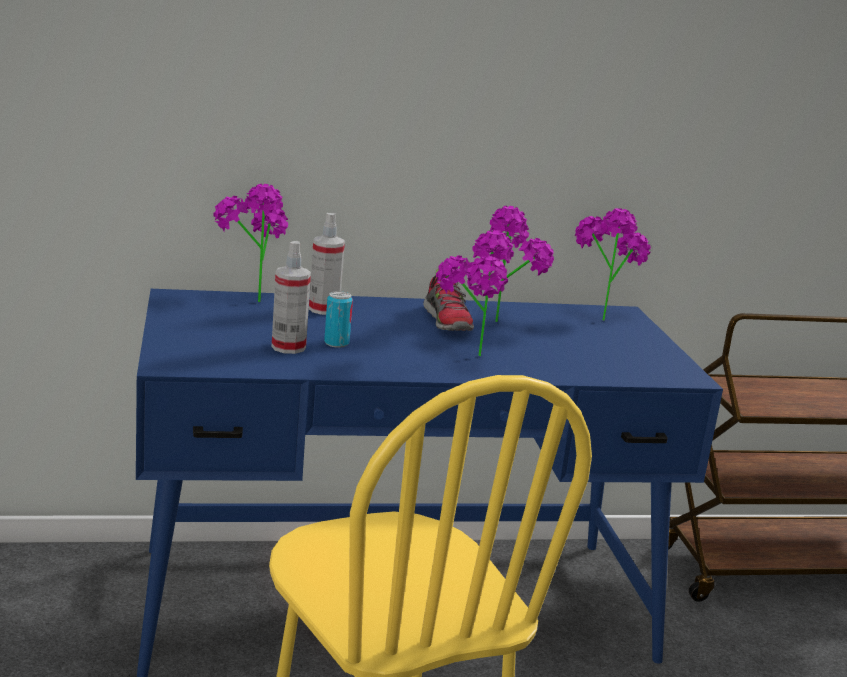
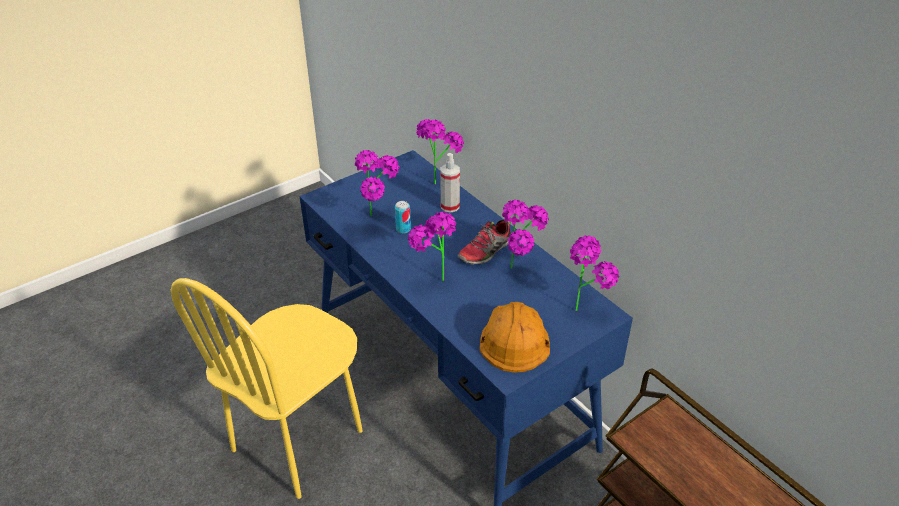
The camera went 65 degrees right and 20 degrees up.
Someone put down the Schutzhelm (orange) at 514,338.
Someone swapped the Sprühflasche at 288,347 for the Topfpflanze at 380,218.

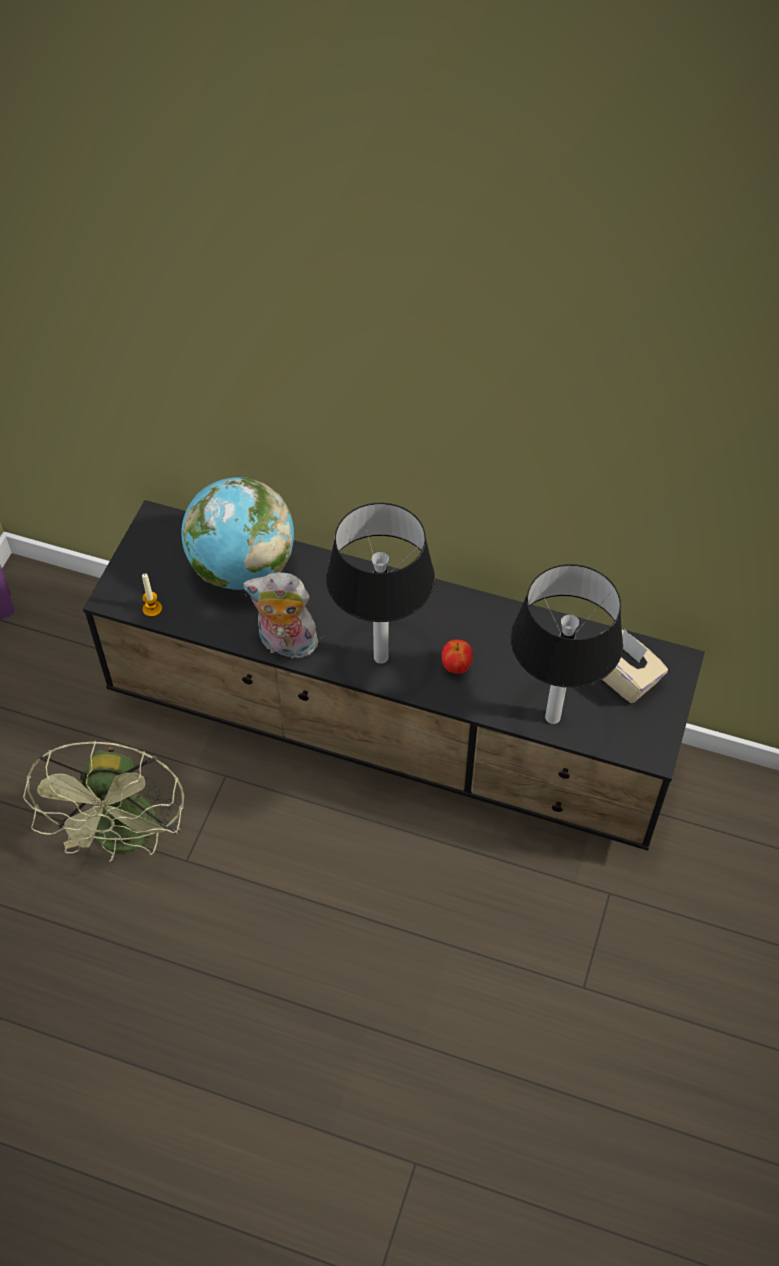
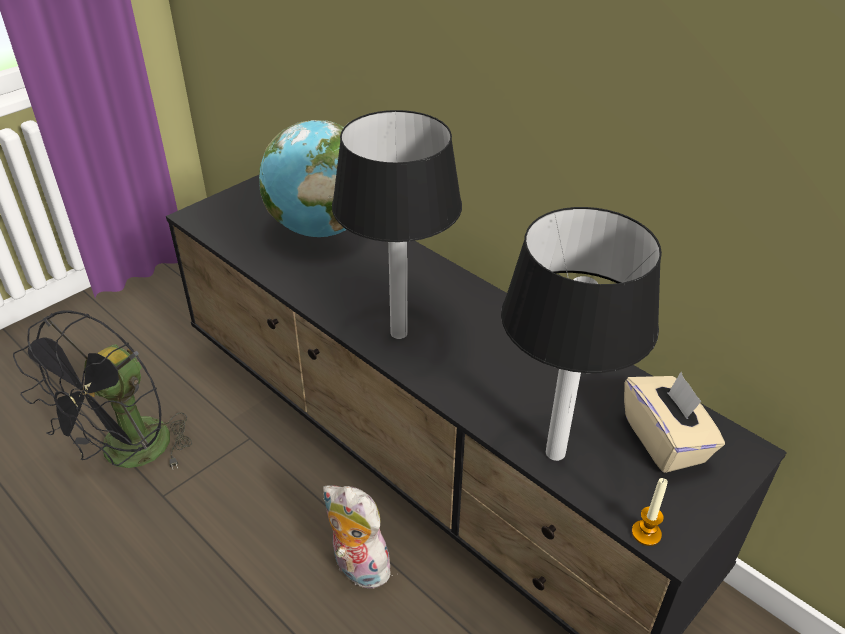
The camera went 25 degrees right and 15 degrees down.
Someone took away the Apfel at 456,667.
Someone carried the Kerze from 152,609 to 646,533.
Someone carried the Plüschtier from 285,645 to 357,568.
Someone repainted the Ventilator (grün) at 126,838, which became the Ventilator (schwarz) at 128,456.

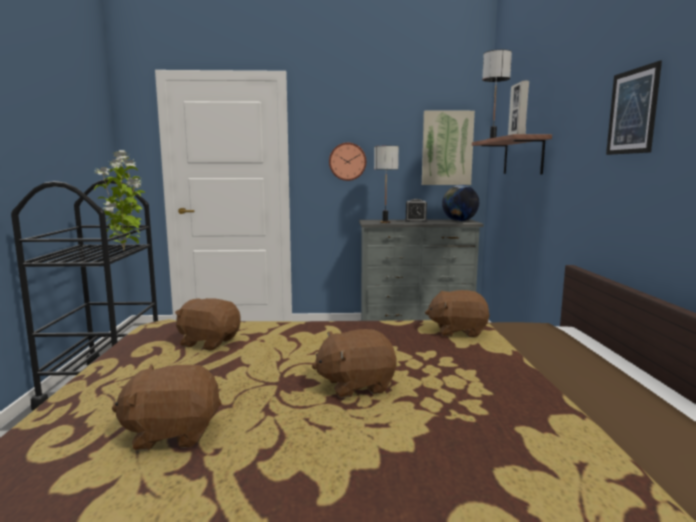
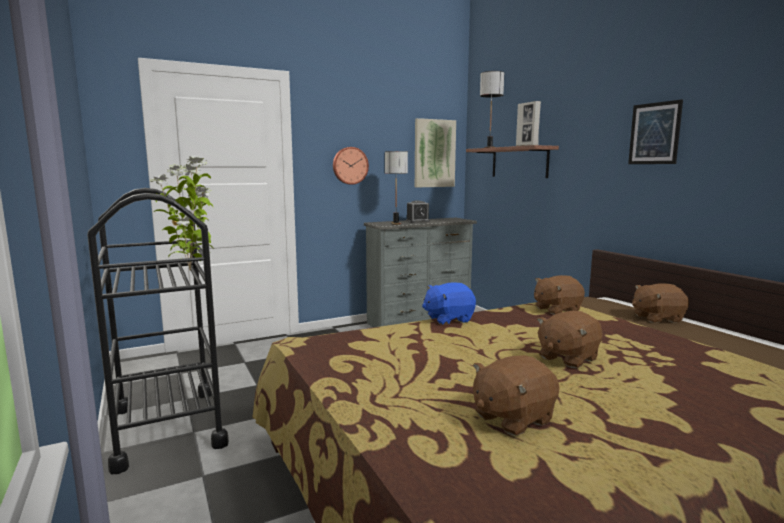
The camera went 25 degrees left and 0 degrees up.
Someone took away the Globus at 459,221.
Someone put down the Plüschtier (blau) at 448,319.
Someone carried the Plüschtier (braun) from 209,342 to 656,318.

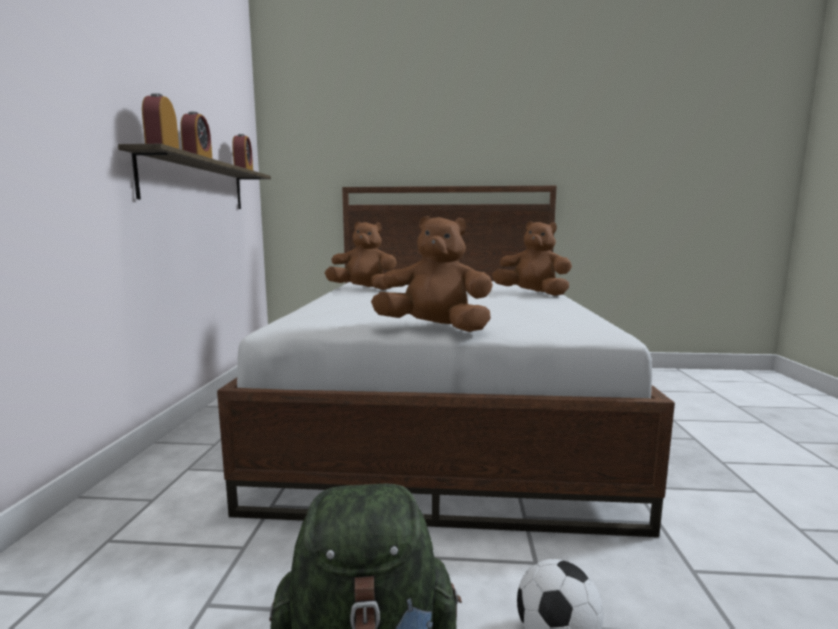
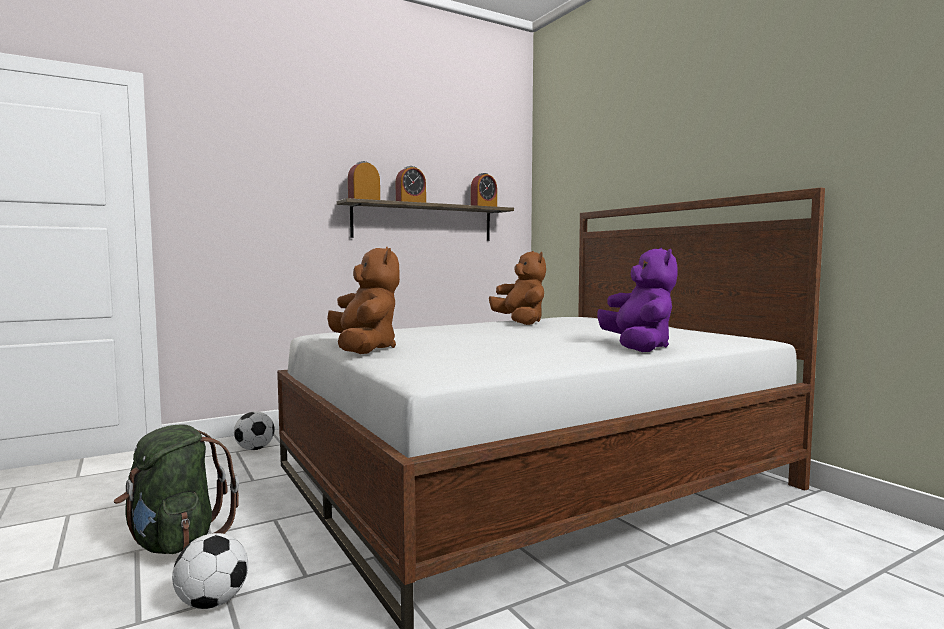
The camera went 55 degrees right and 5 degrees down.
Someone put down the Fußball at 255,449.
Someone repainted the Plüschtier (braun) at 532,294, which became the Plüschtier (lila) at 638,347.

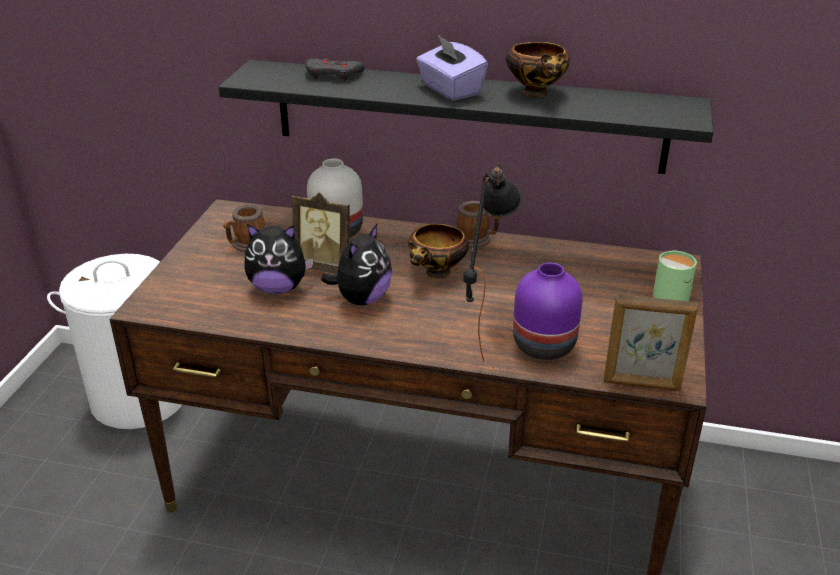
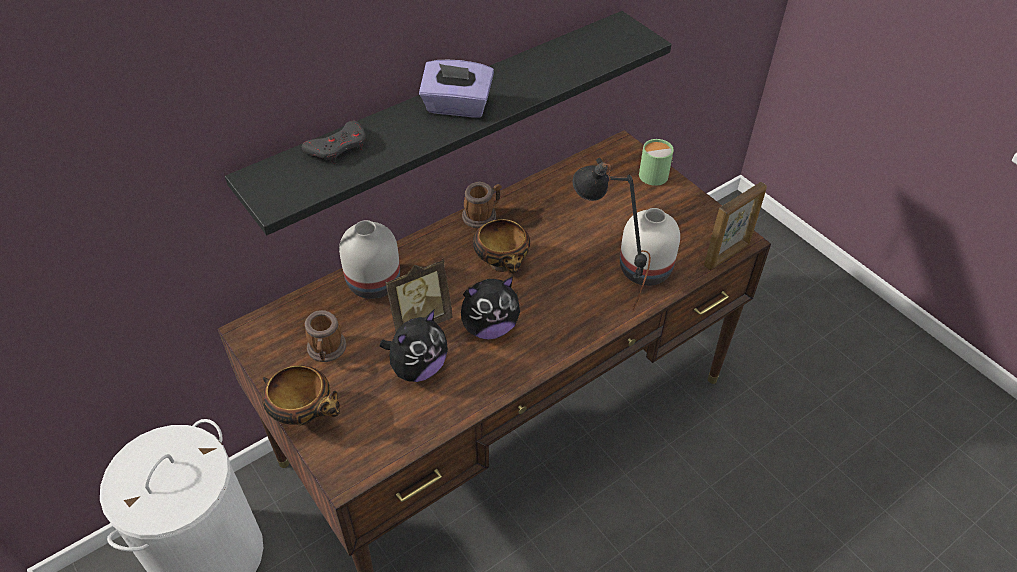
The camera went 50 degrees left and 15 degrees up.
Someone carried the Schüssel from 536,94 to 305,415.
Someone repainted the Vase (lila) at 545,344, which became the Vase (weiß) at 644,269.
Someone rotated the Plüschtier at 362,299 by 90 degrees clockwise.

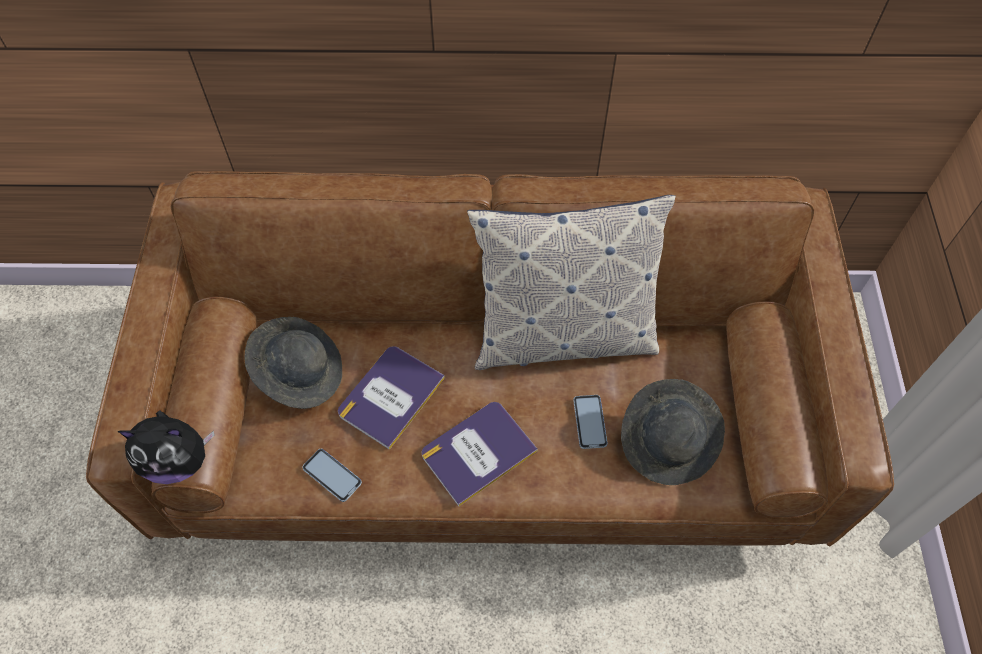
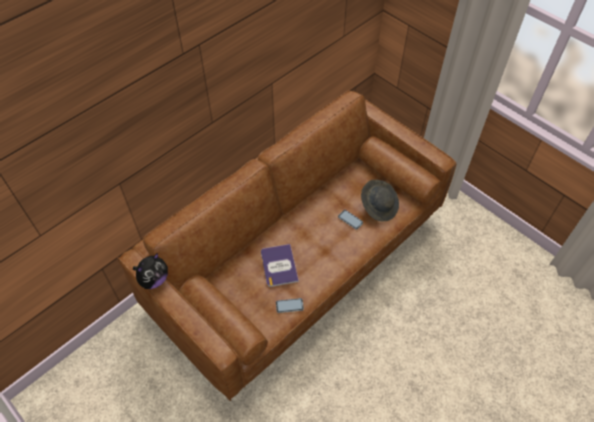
The camera went 45 degrees left and 5 degrees down.
Someone took away the Hut (grau) at 299,372.
Someone took away the Buch at 478,452.
Someone took away the Kissen at 562,335.
Someone carried the Plüschtier from 178,461 to 154,280.

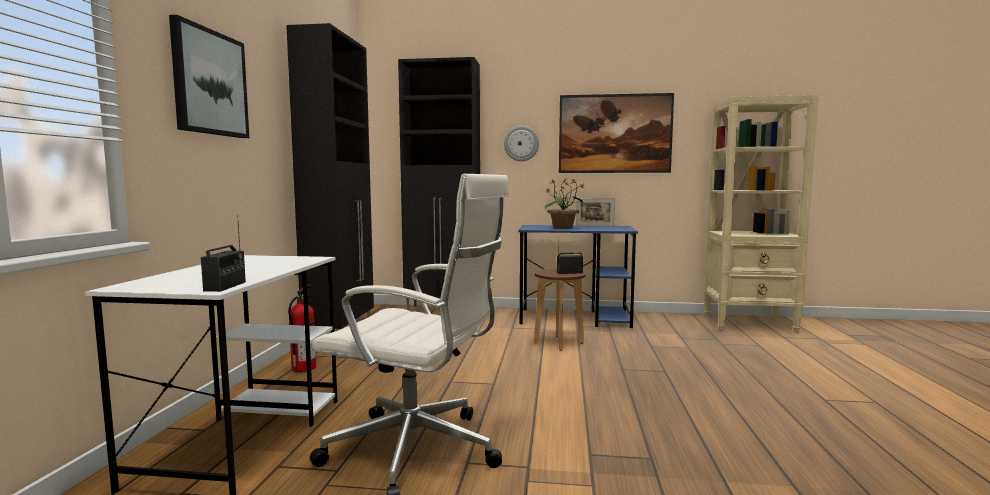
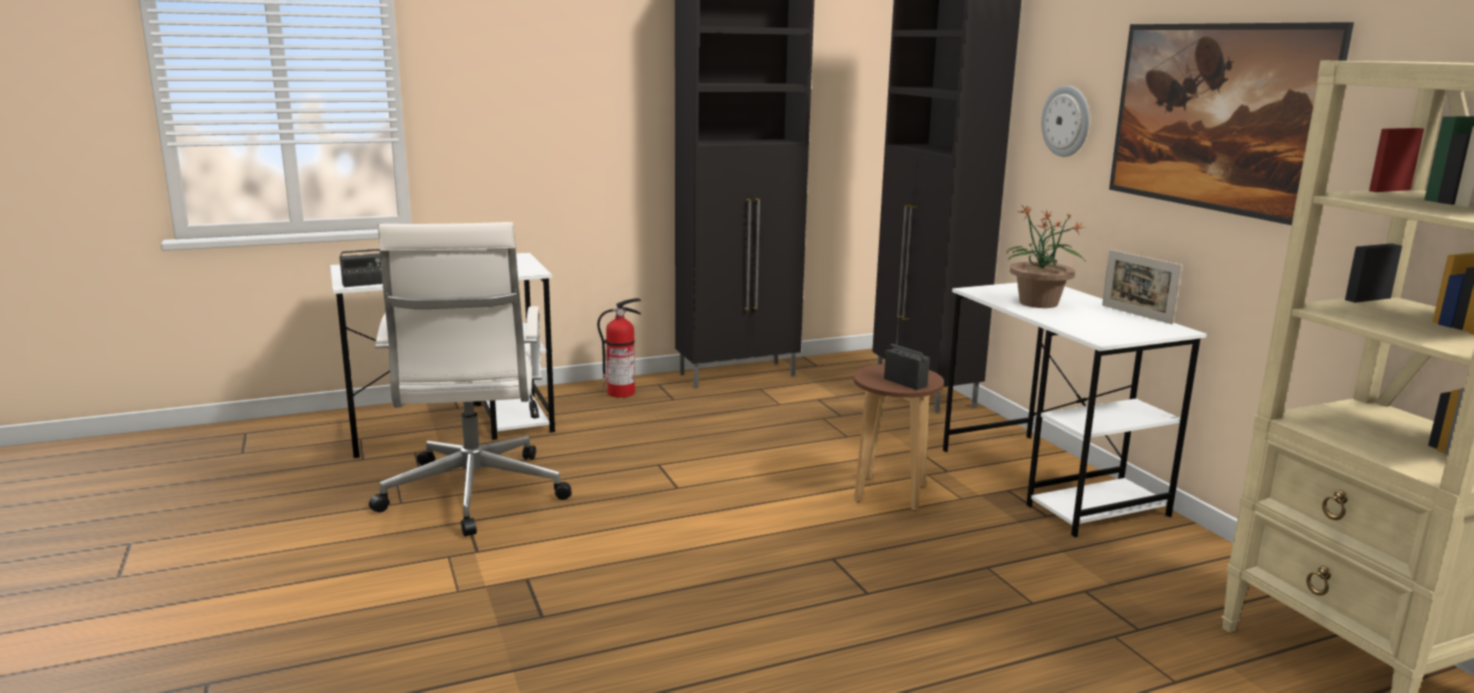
The camera went 60 degrees right and 10 degrees up.
Someone took away the Bild at 209,83.
Someone repainted the Schreibtisch (blau) at 575,318, which became the Schreibtisch (weiß) at 1050,482.

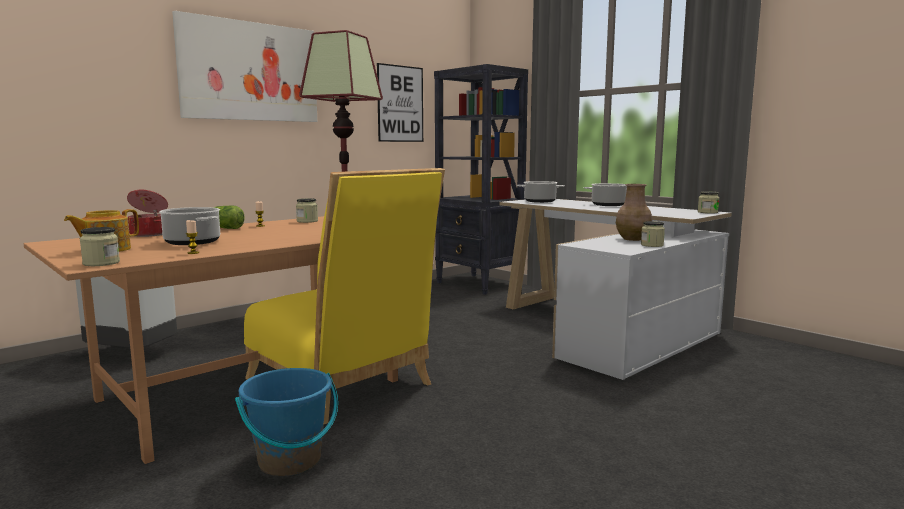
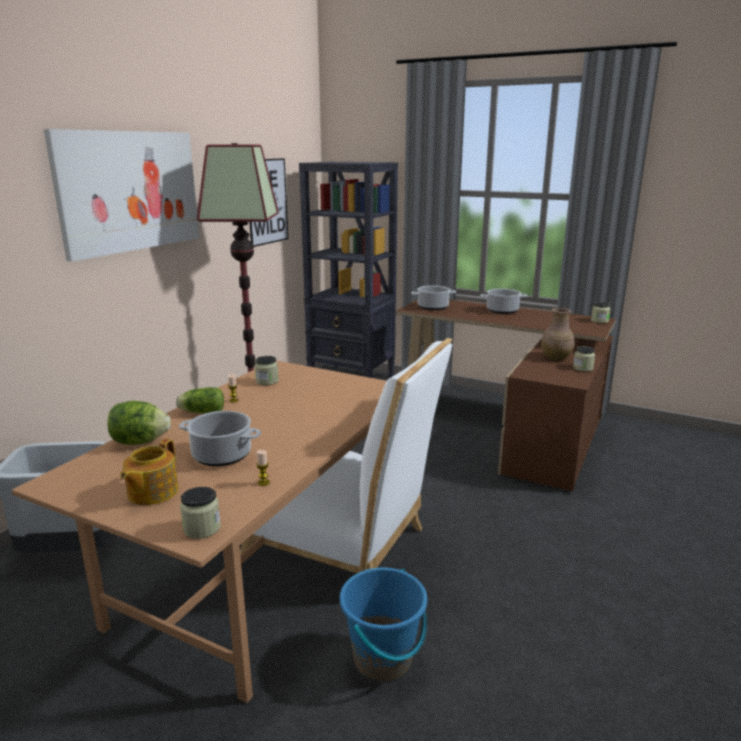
The camera went 20 degrees left and 10 degrees up.
Someone swapped the Kochtopf at 149,234 for the Salatkopf at 140,442.
Someone repainted the Stuhl (gelb) at 344,385, which became the Stuhl (weiß) at 344,547.
Someone repainted the Schreibtisch (weiß) at 605,329, which became the Schreibtisch (braun) at 508,427.

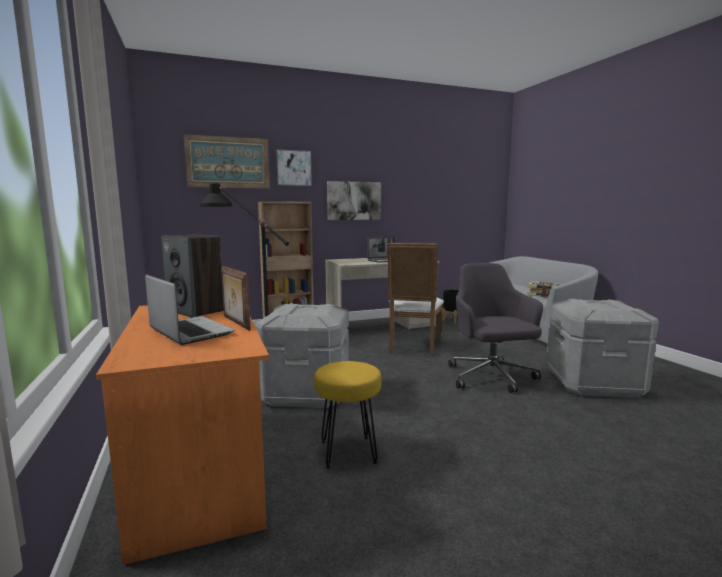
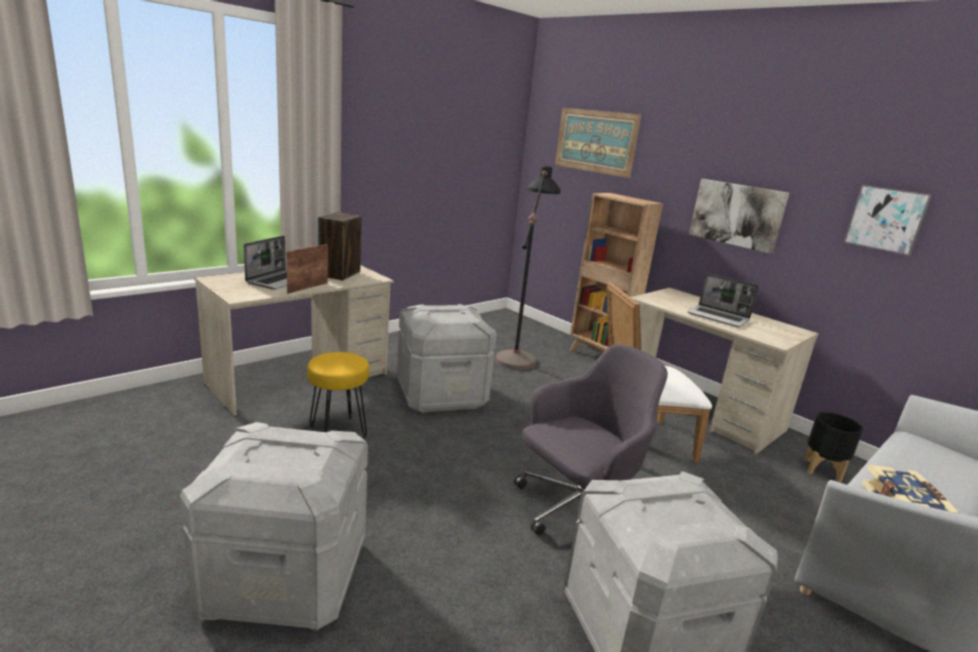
The camera went 65 degrees right and 10 degrees up.
Someone put down the Aufbewahrungsbox (grau) at 287,577.
Someone carried the Bild from 293,168 to 886,219.
Someone repainted the Schreibtisch (orange) at 199,467, which became the Schreibtisch (beige) at 300,379.

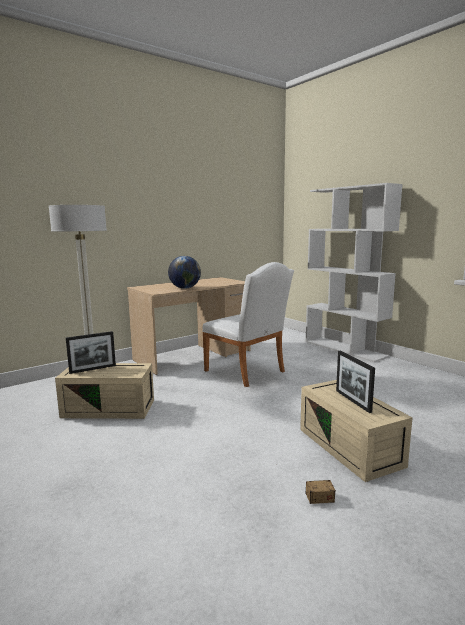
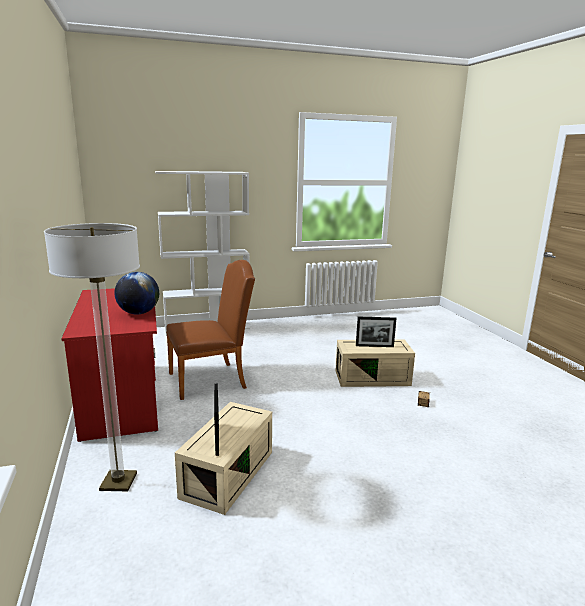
The camera went 70 degrees left and 5 degrees up.
Someone repainted the Schreibtisch (beige) at 193,355, which became the Schreibtisch (rot) at 122,397.
Someone repainted the Stuhl (weiß) at 248,372, which became the Stuhl (braun) at 212,379.

